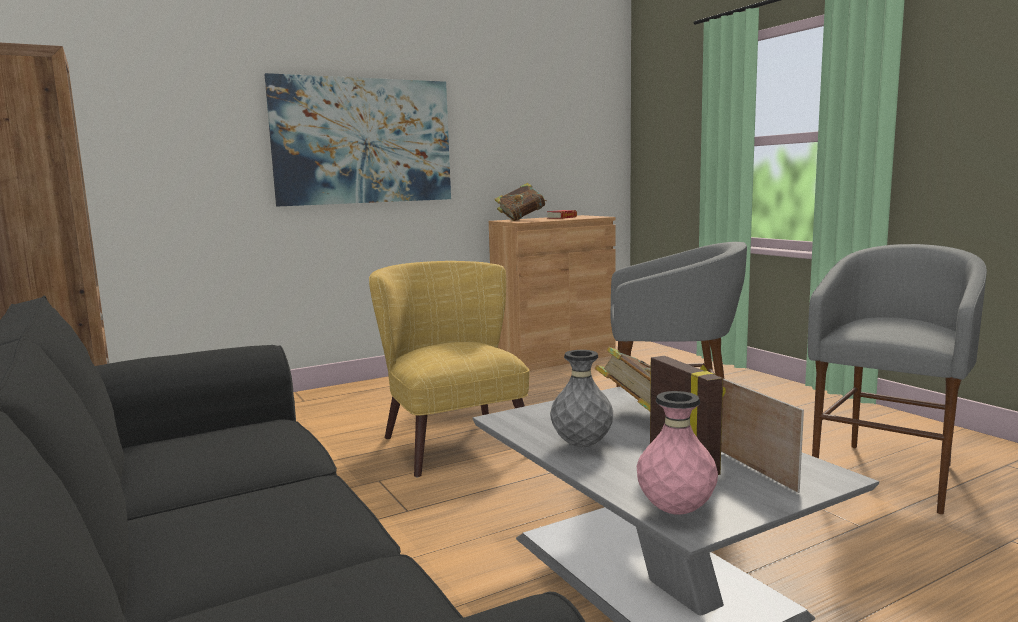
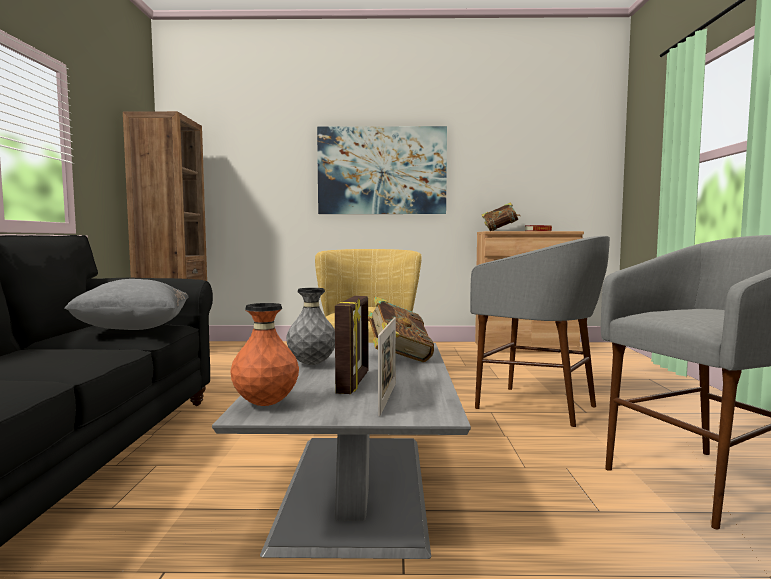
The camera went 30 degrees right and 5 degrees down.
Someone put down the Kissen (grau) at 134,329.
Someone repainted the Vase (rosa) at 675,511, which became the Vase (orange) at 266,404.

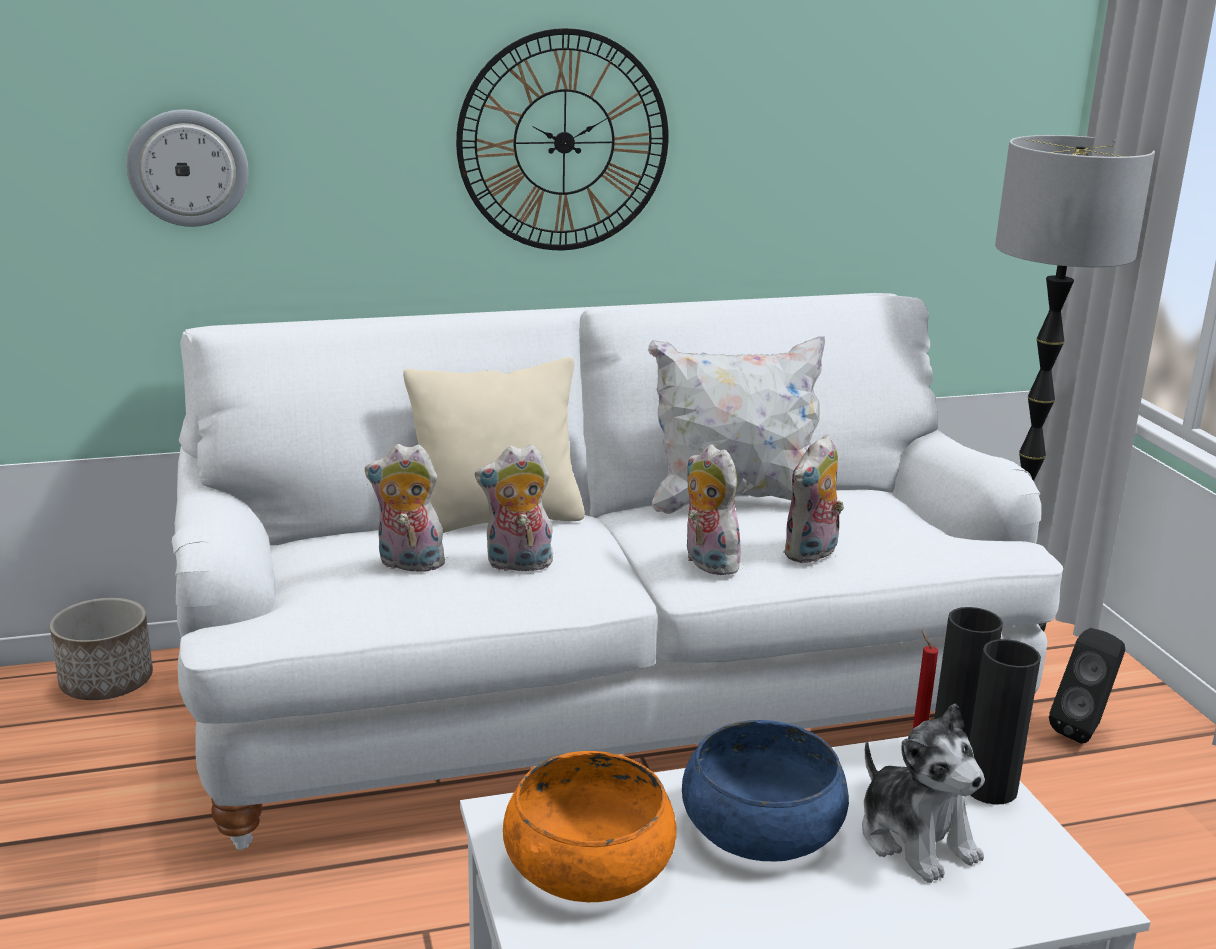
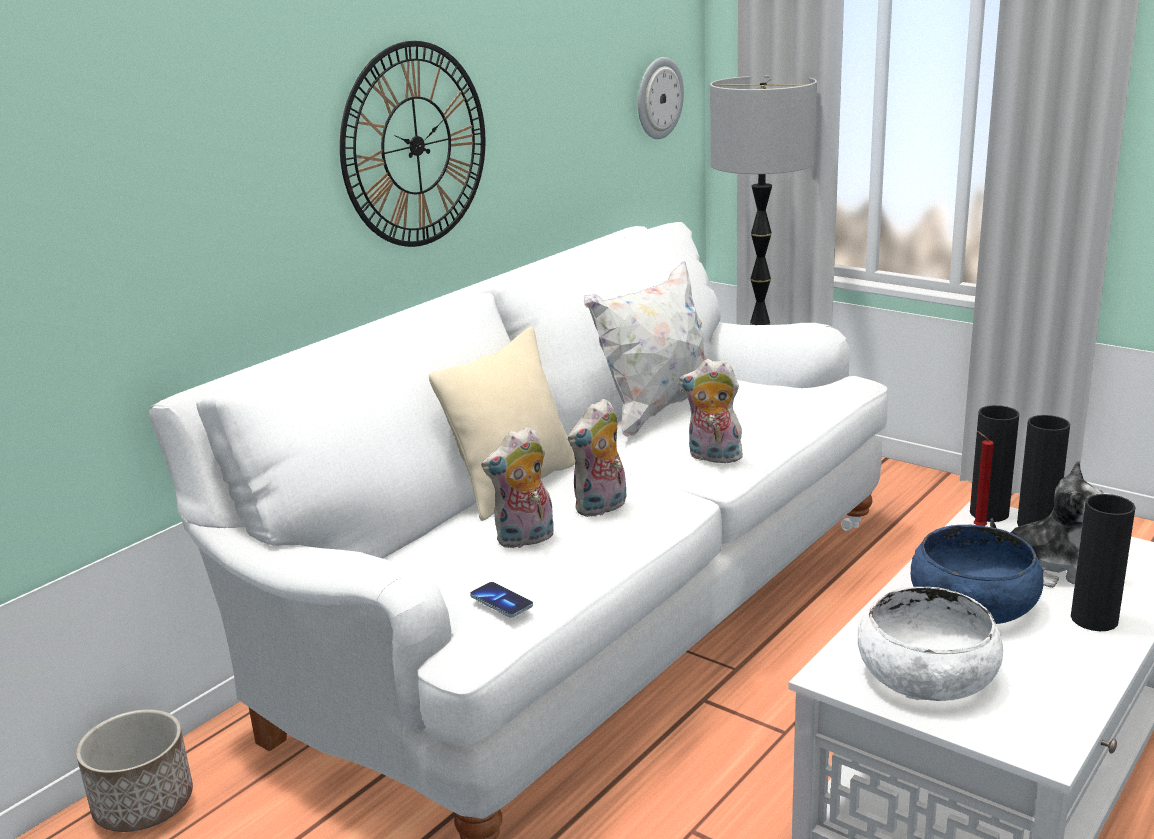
The camera went 35 degrees left and 0 degrees up.
Someone took away the Plüschtier at 812,554.
Someone took away the Lautsprecher (schwarz) at 1084,730.
Someone put down the Handy at 501,602.
Someone put down the Vase (schwarz) at 1094,619.
Someone carried the Wanduhr from 188,168 to 658,98.
Someone repainted the Schüssel (orange) at 588,863, which became the Schüssel (weiß) at 927,674.

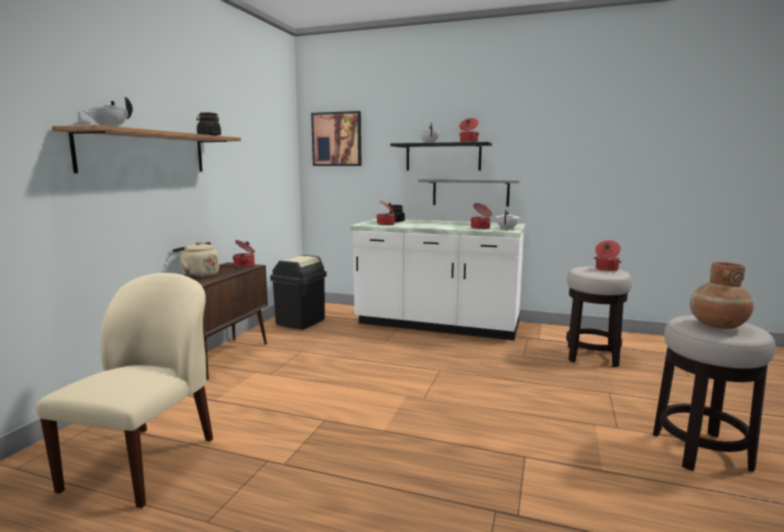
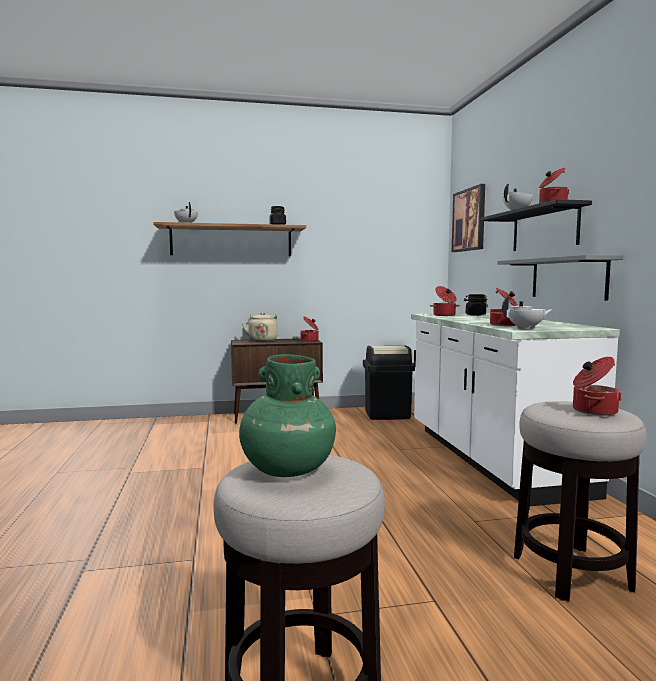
The camera went 60 degrees right and 5 degrees down.
Someone took away the Stuhl (beige) at 144,462.
Someone repainted the Vase (braun) at 717,325, which became the Vase (grün) at 287,469.

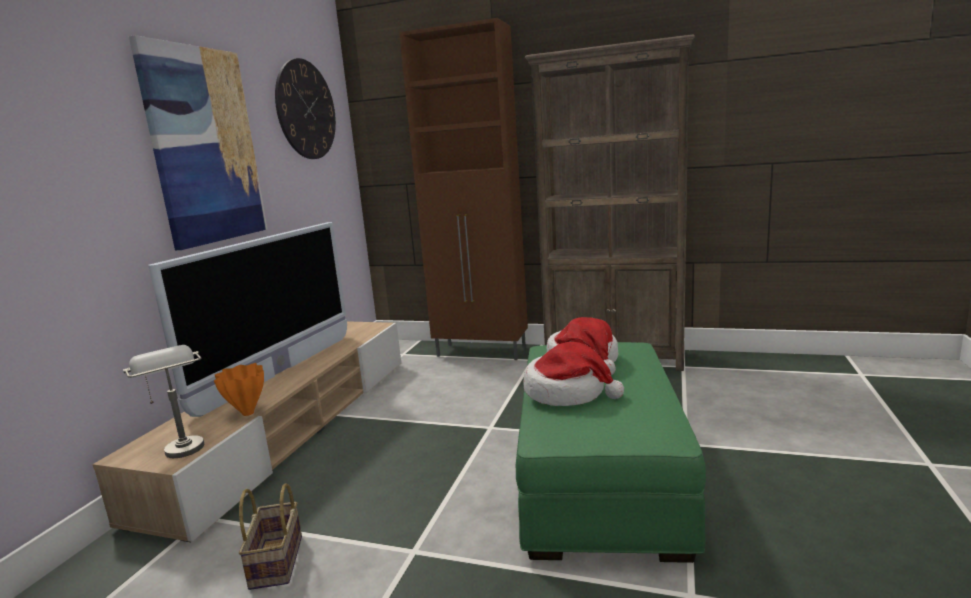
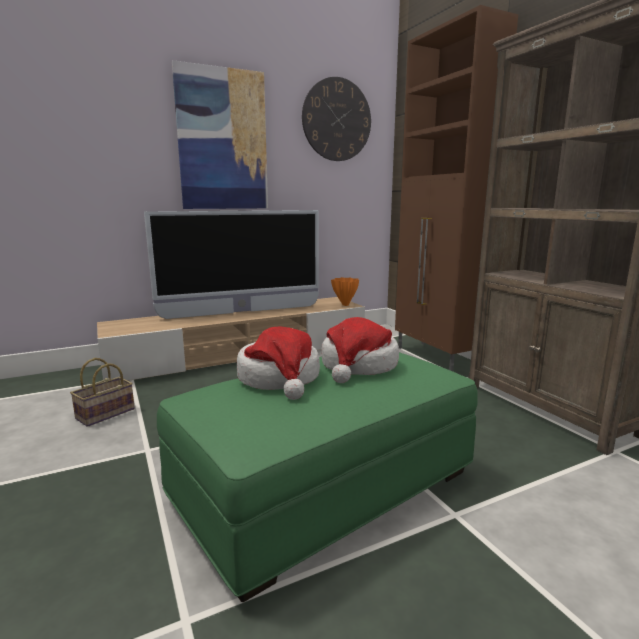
The camera went 45 degrees right and 0 degrees up.
Someone took away the Tischlampe (grau) at 181,444.
Someone carried the Vase (orange) from 247,413 to 345,305.

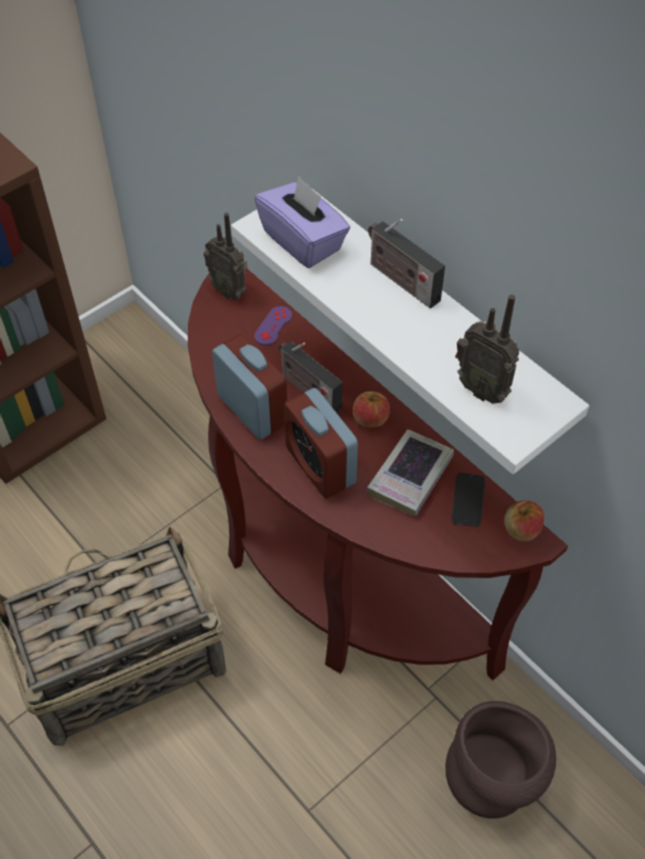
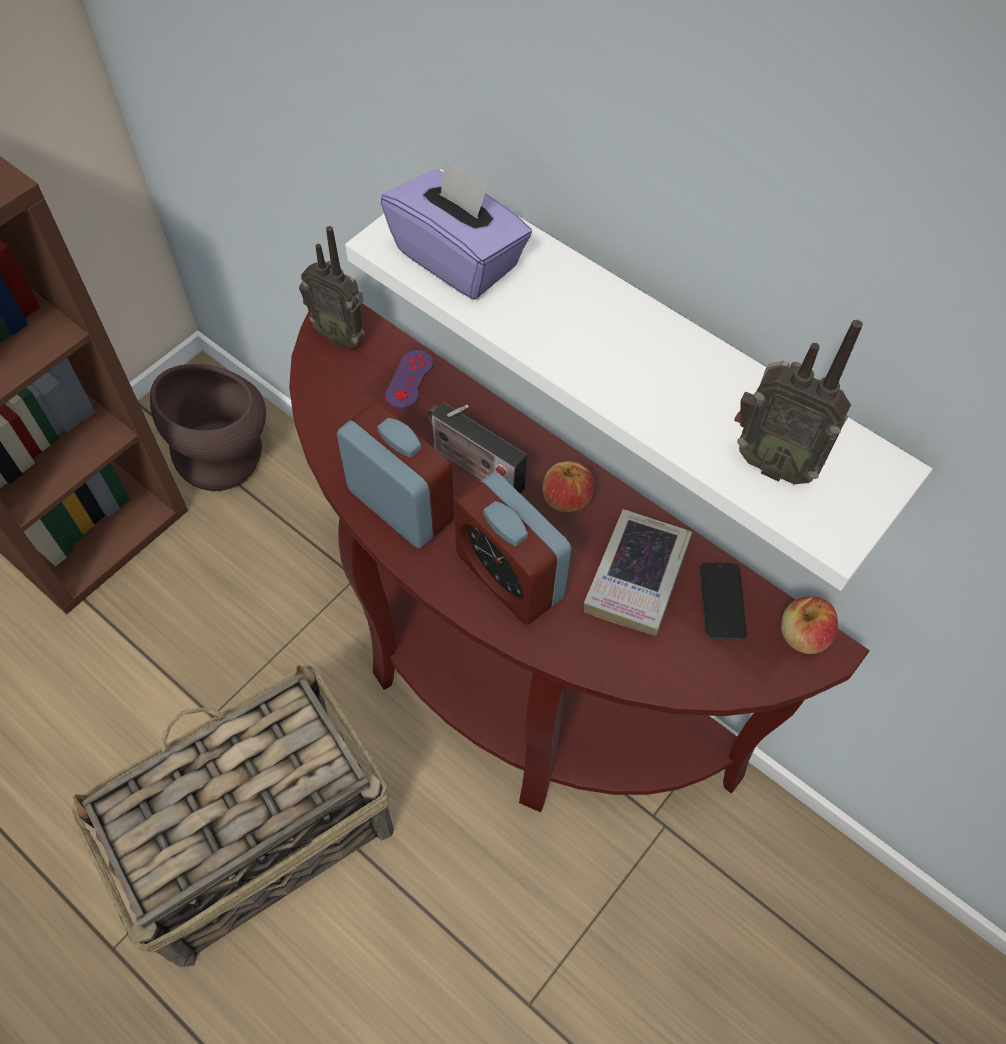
The camera went 10 degrees left and 5 degrees up.
Someone took away the Radio at 400,280.
Someone carried the Vase (braun) from 494,777 to 227,457.

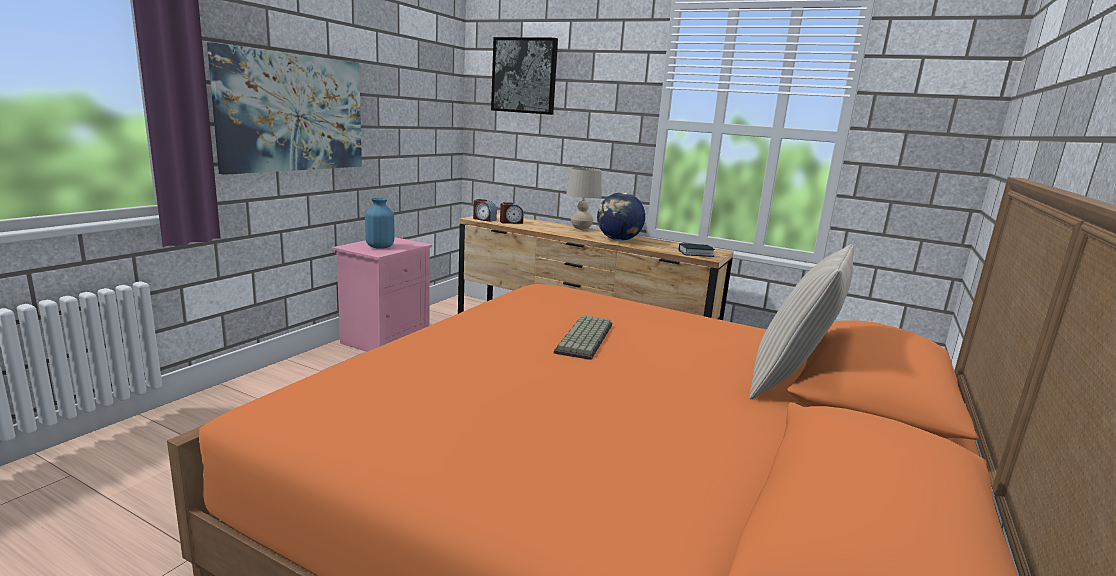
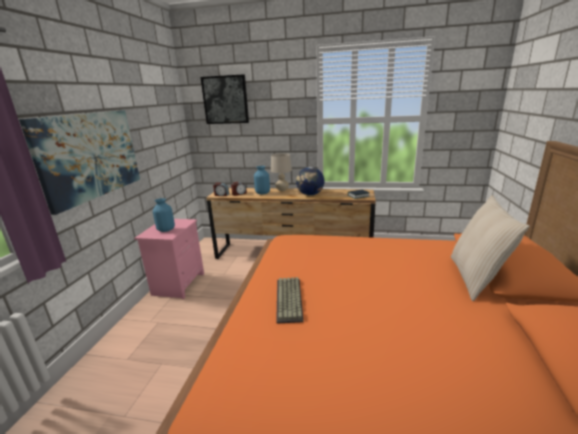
The camera went 15 degrees left and 5 degrees up.
Someone put down the Vase (blau) at 262,193.
Someone carried the Tastatur from 586,339 to 290,300.

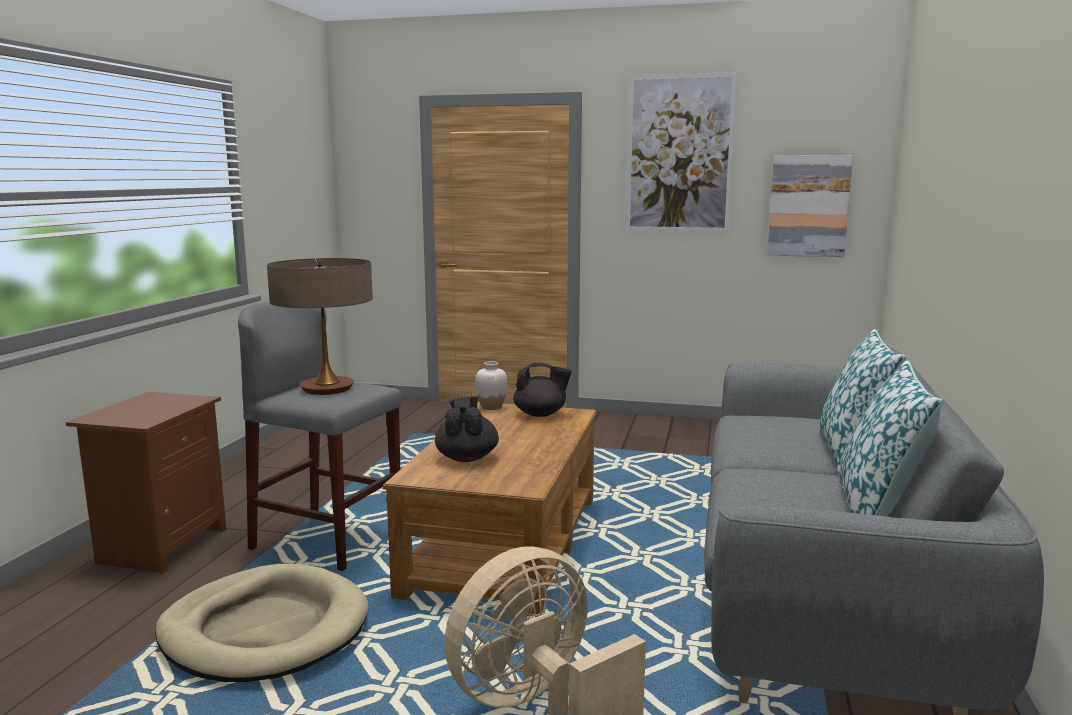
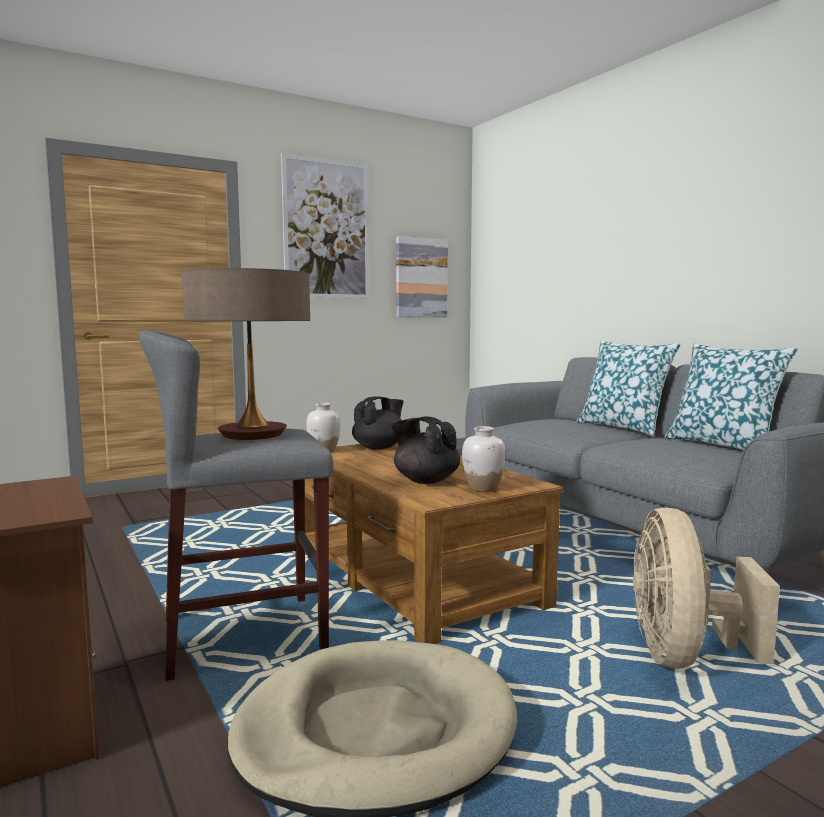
The camera went 45 degrees left and 5 degrees down.
Someone put down the Vase (weiß) at 483,488.

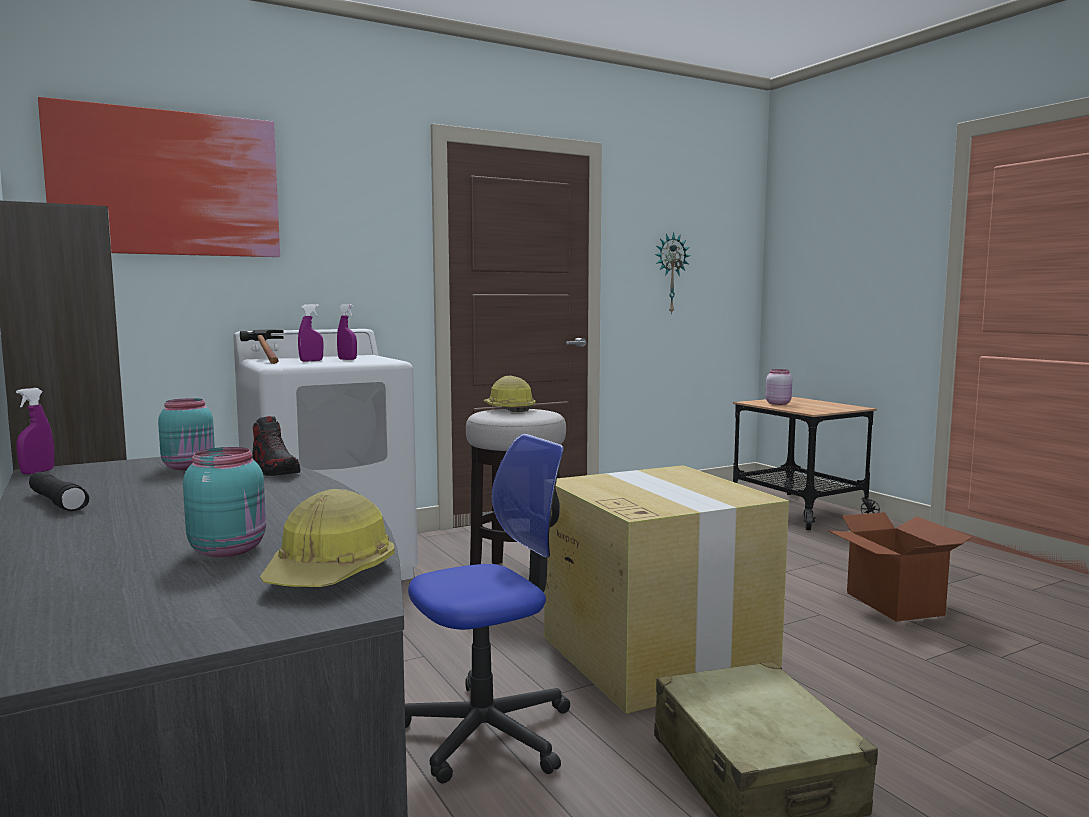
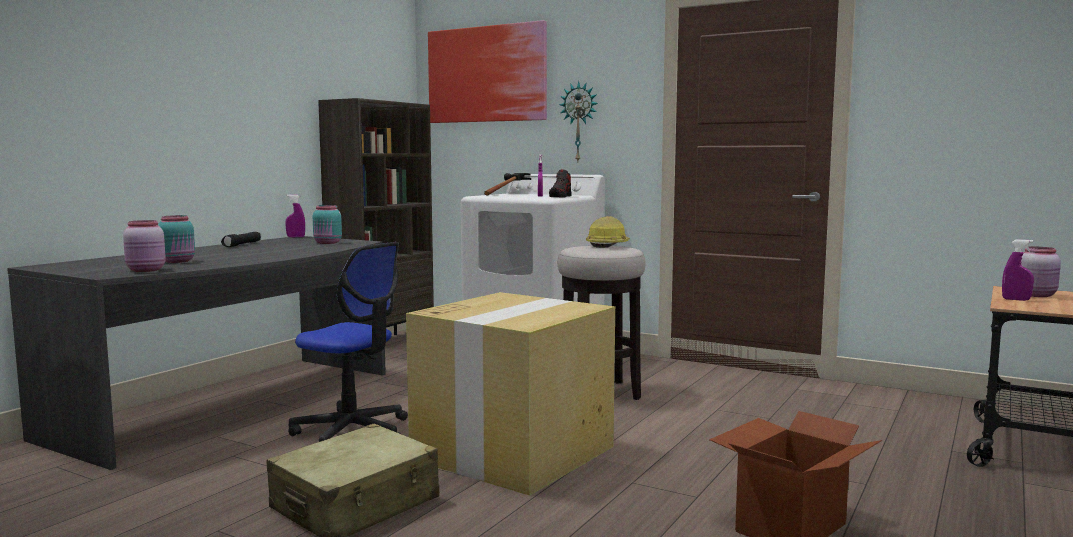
The camera went 60 degrees right and 0 degrees up.
Someone carried the Schuh from 275,470 to 560,197.
Someone carried the Sprühflasche (lila) from 311,361 to 1016,299.
Someone carried the Wanduhr from 670,273 to 579,122.
Someone swapped the Schutzhelm at 331,573 for the Vorratsglas (rosa) at 146,270.

